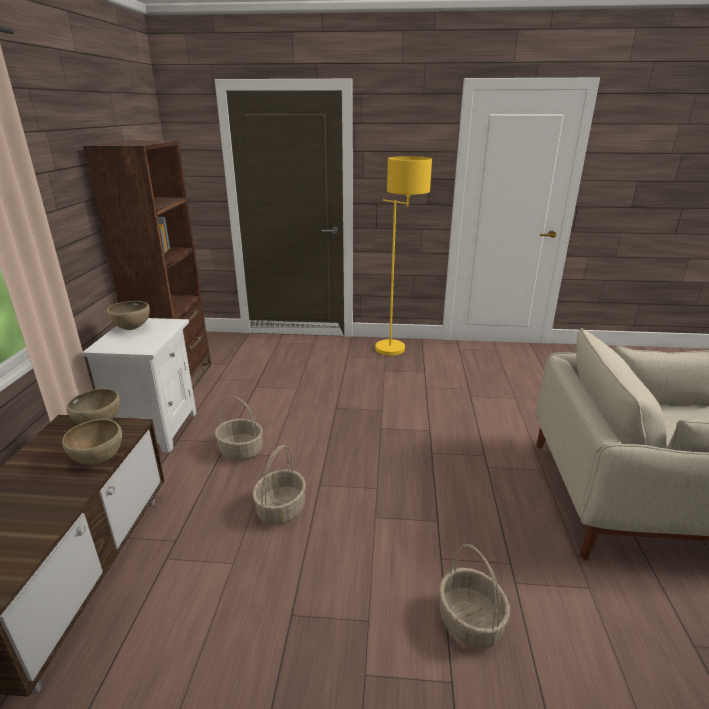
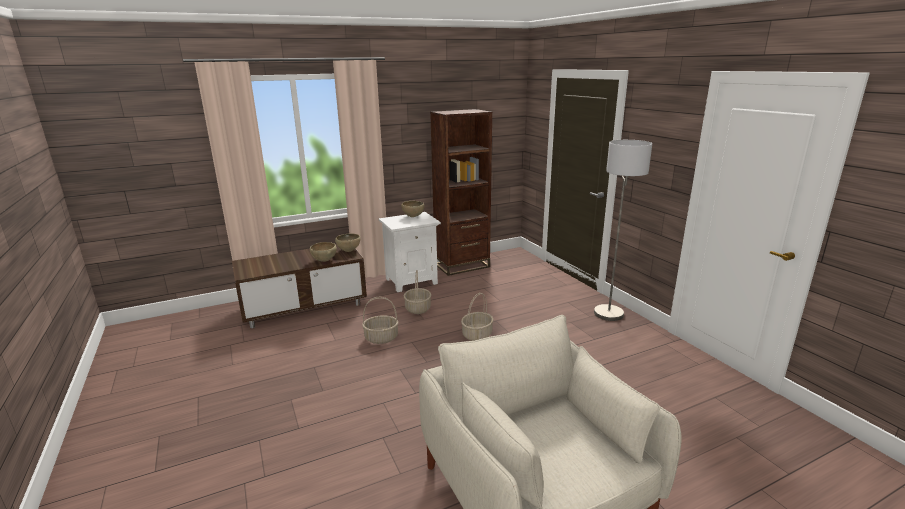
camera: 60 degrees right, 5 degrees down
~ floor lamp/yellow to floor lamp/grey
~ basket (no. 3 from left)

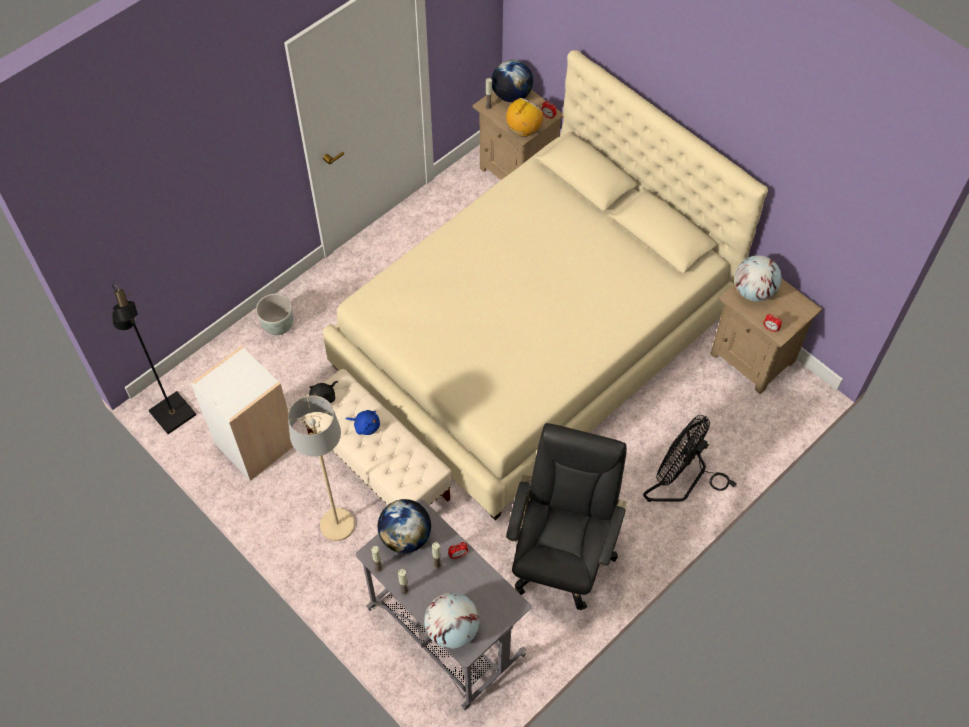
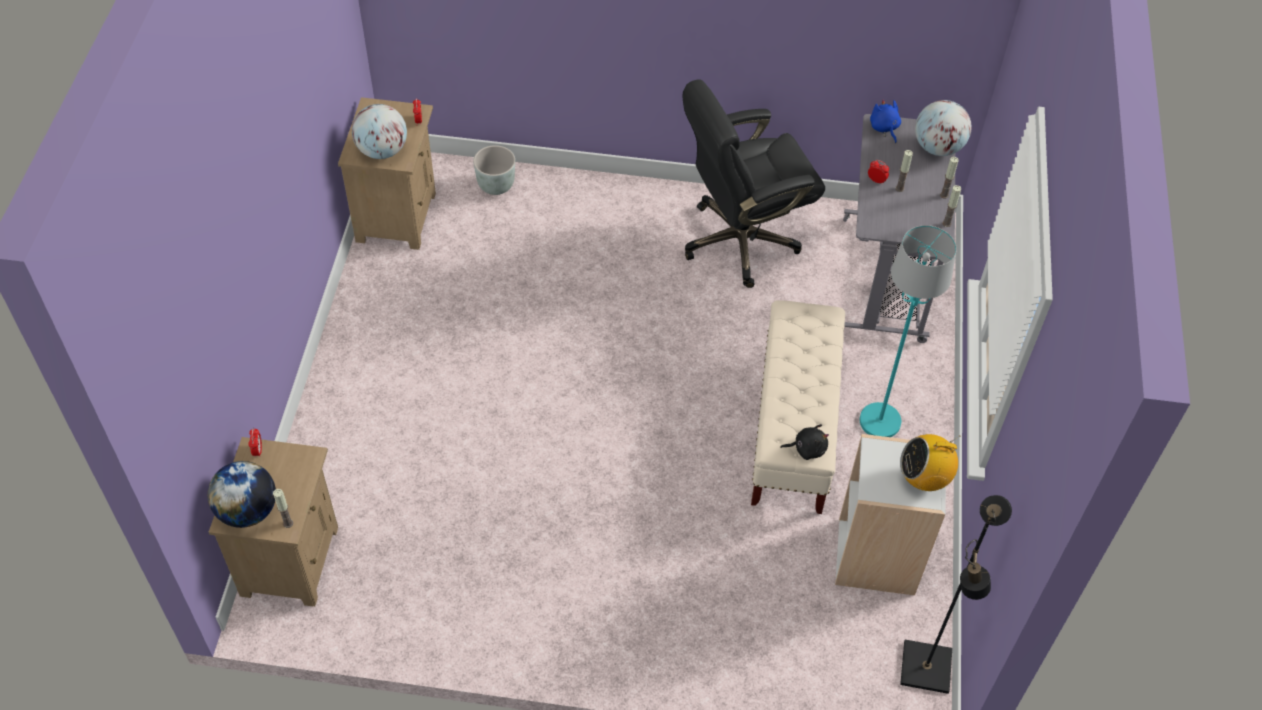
camera: 130 degrees left, 5 degrees down
- bed/beige
~ radio
~ planter/grey
~ floor lamp/beige to floor lamp/turquoise
~ plush toy/blue
- fan/black
- globe (no. 1 from left)

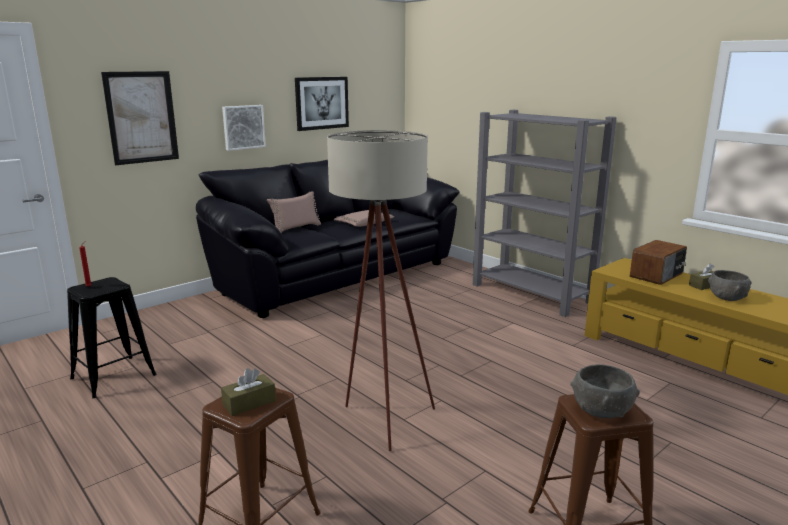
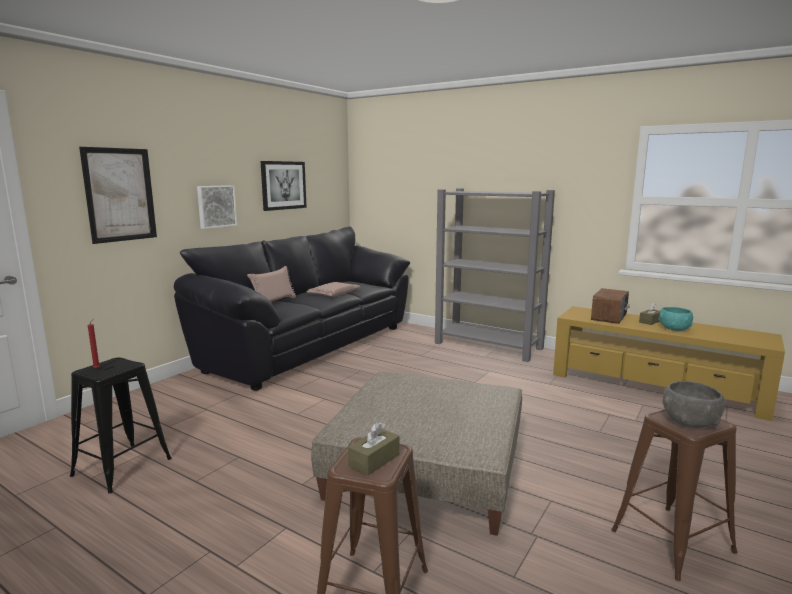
camera: 15 degrees left, 5 degrees down
~ floor lamp/beige to ottoman/beige
~ bowl/grey (no. 2 from left) to bowl/turquoise

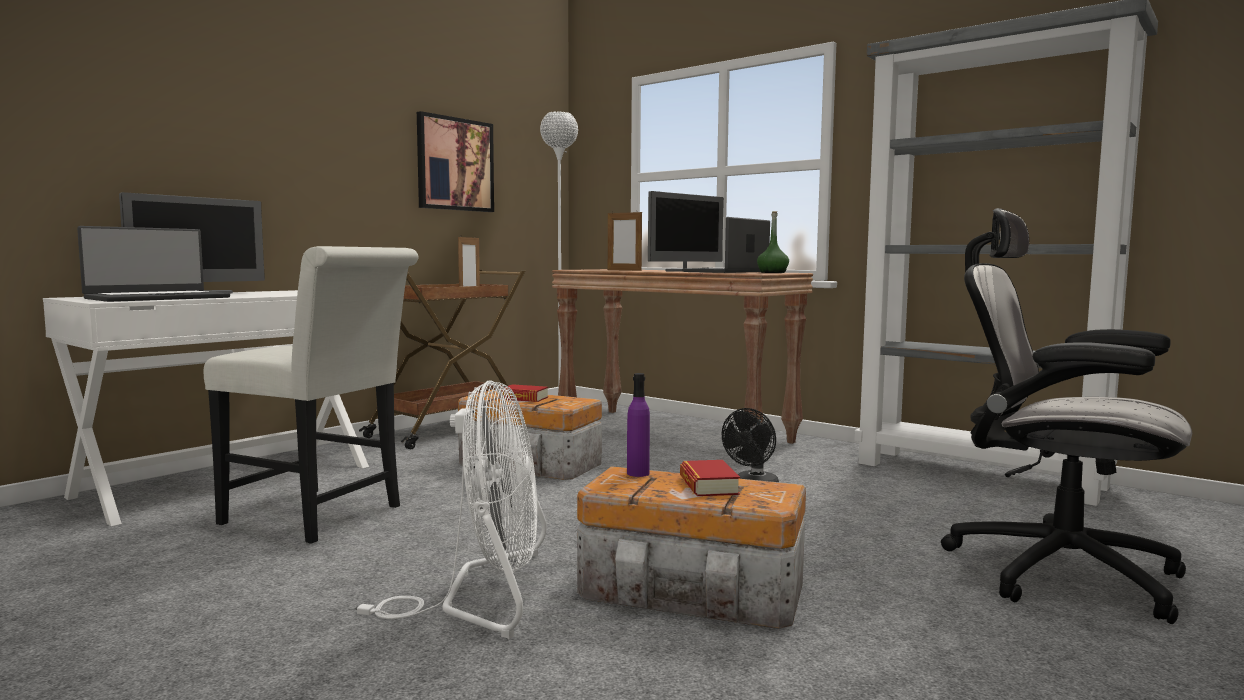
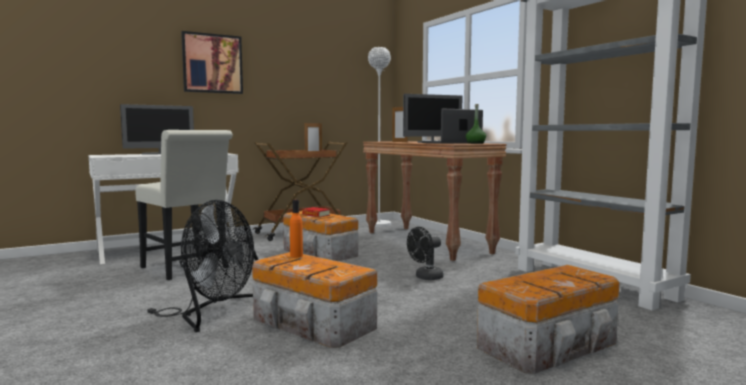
camera: 20 degrees right, 0 degrees up
~ picture
~ office chair to storage box (no. 3 from left)
- laptop (no. 1 from left)
~ bottle/purple to bottle/orange
~ fan/white to fan/black (no. 1 from left)
- book (no. 2 from left)

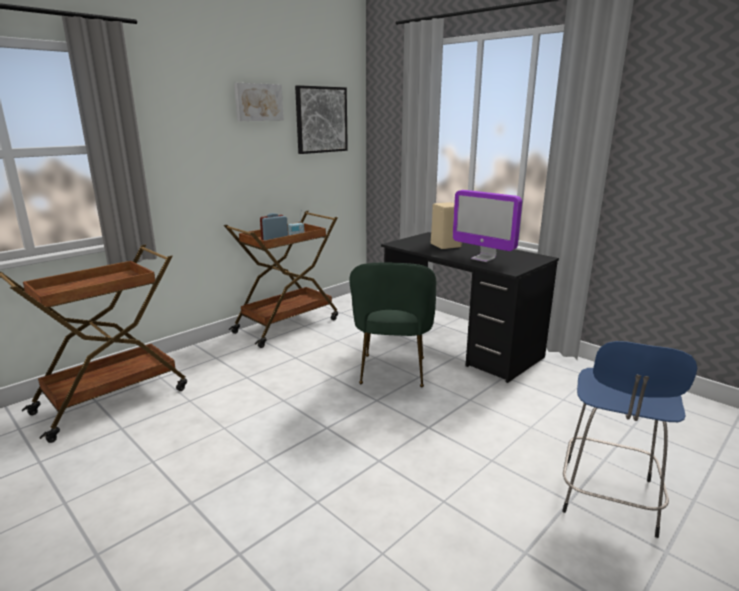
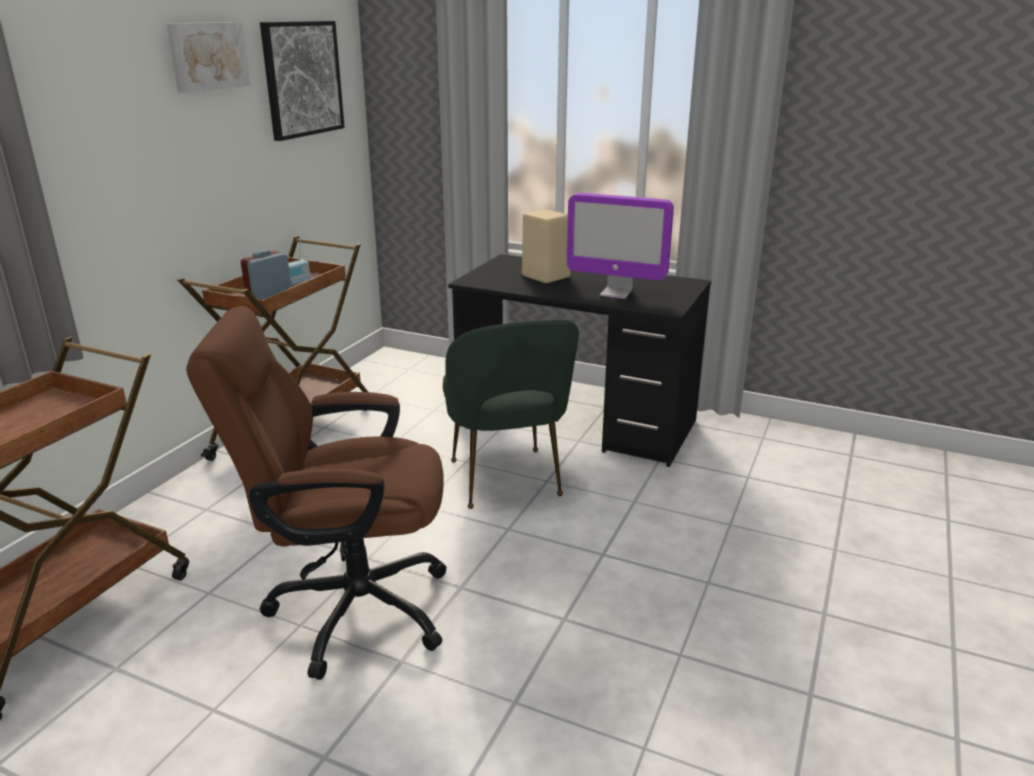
camera: 20 degrees left, 5 degrees up
- stool/blue
+ office chair/brown

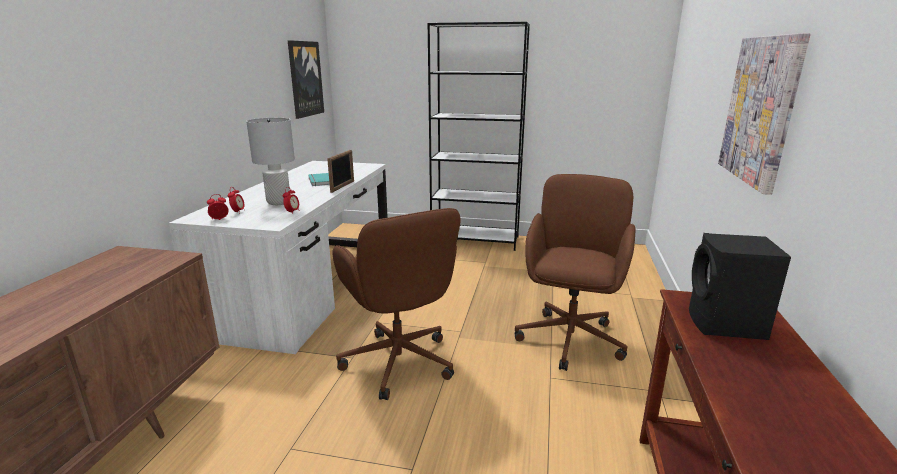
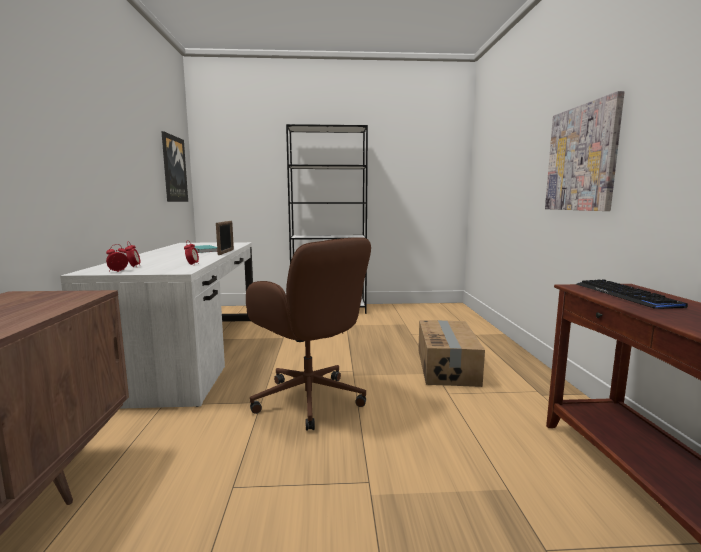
camera: 15 degrees left, 10 degrees down
- table lamp/grey
~ office chair/brown (no. 2 from left) to cardboard box
~ speaker/black to keyboard

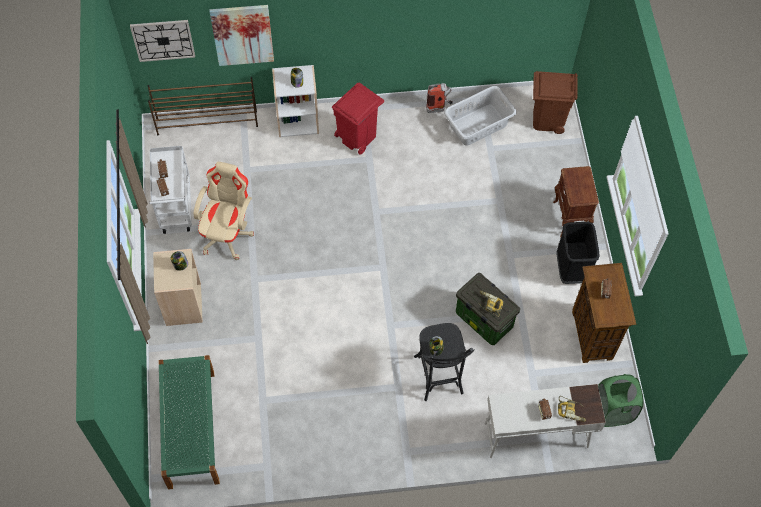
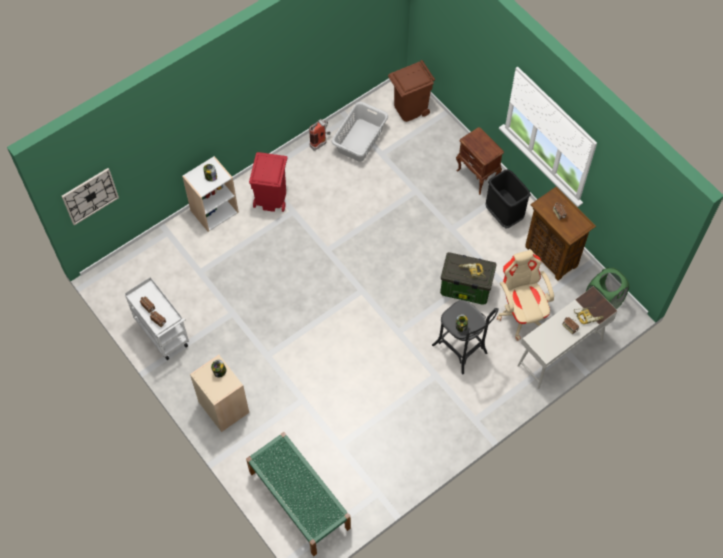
camera: 30 degrees left, 0 degrees up
- picture
- shoe rack/brown
~ office chair/beige

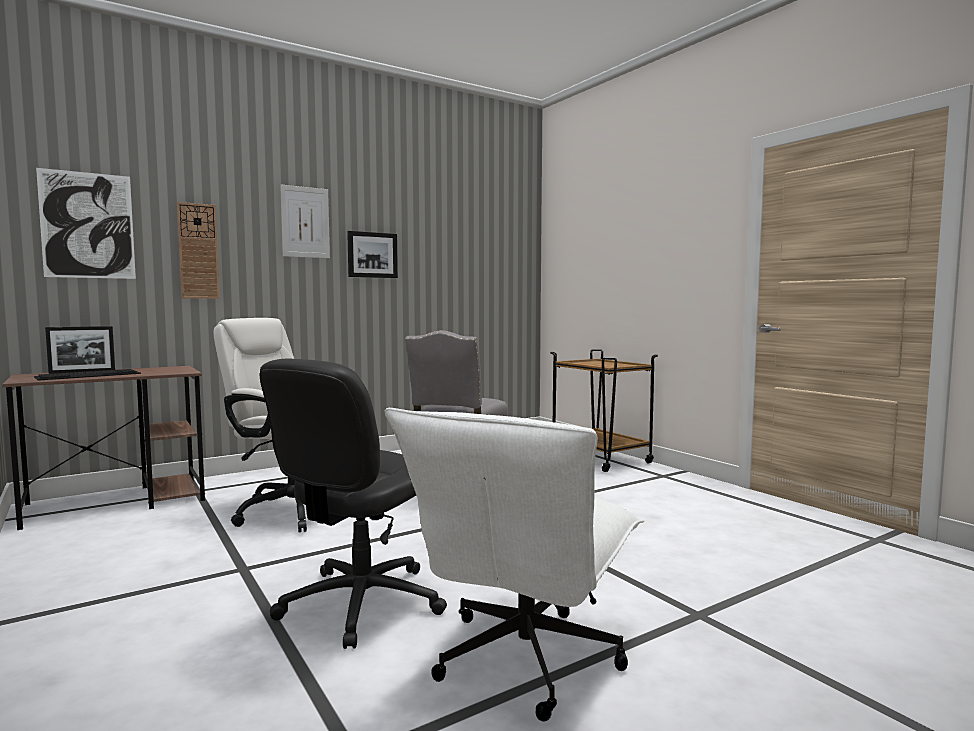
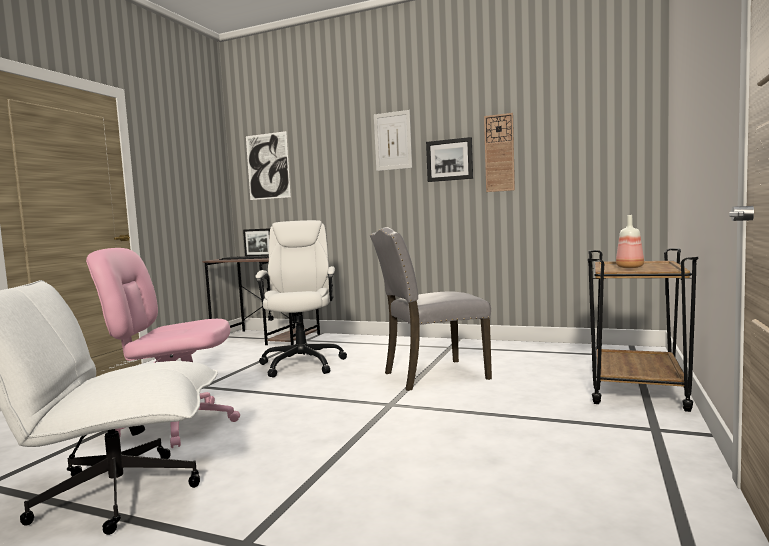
camera: 55 degrees right, 0 degrees up
~ wall clock
~ office chair/black to office chair/pink
+ bottle

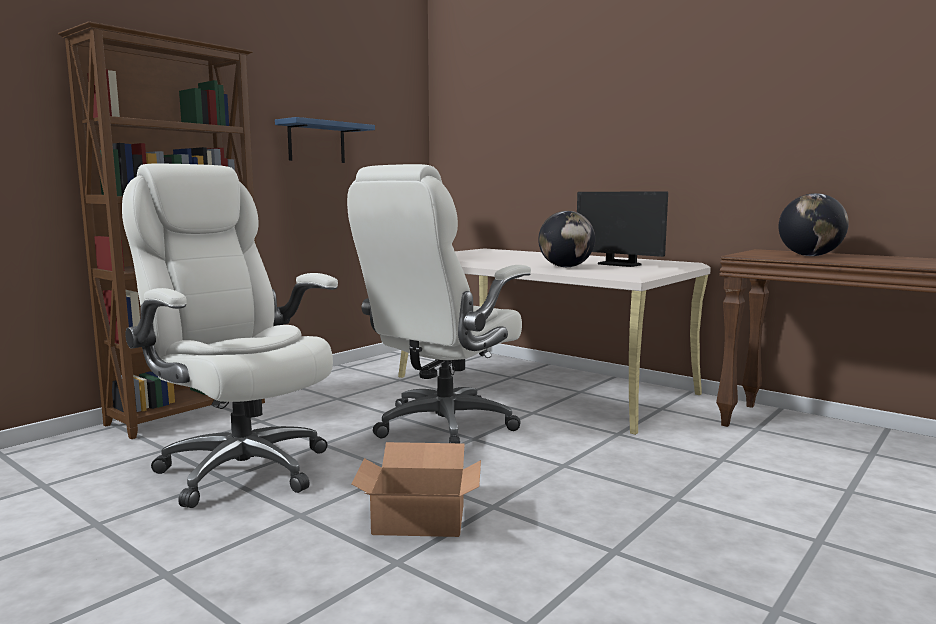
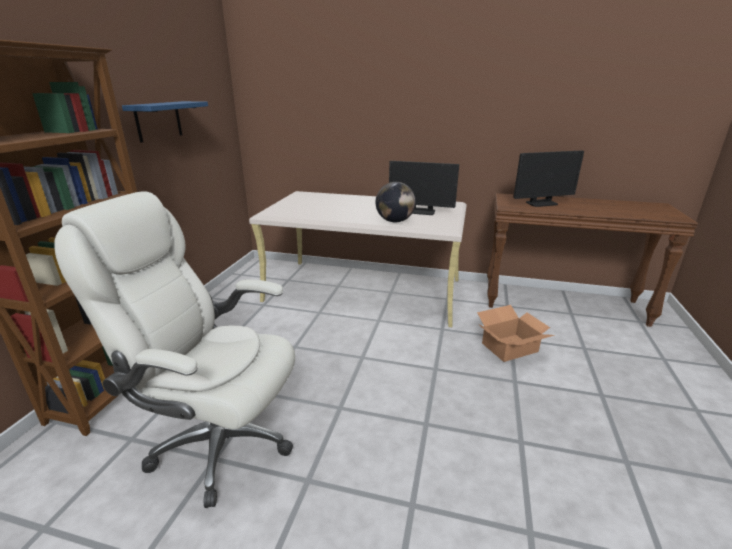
camera: 25 degrees left, 15 degrees up
- office chair/white (no. 2 from left)
~ globe (no. 2 from left) to monitor (no. 2 from left)
~ cardboard box

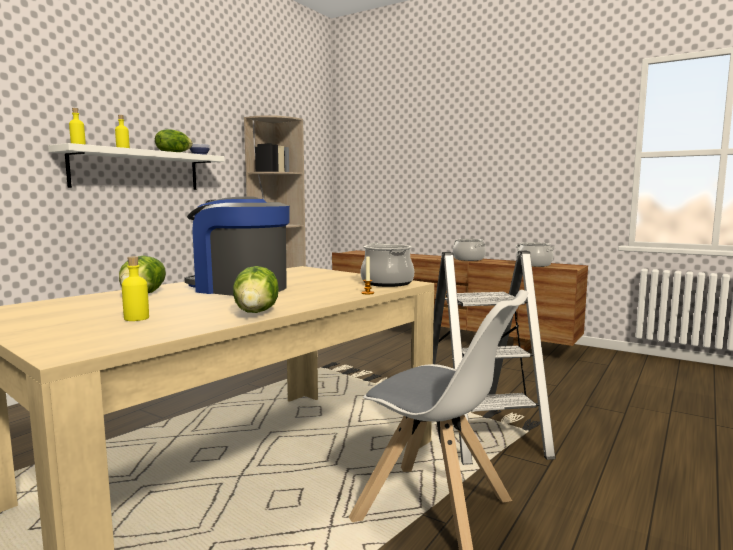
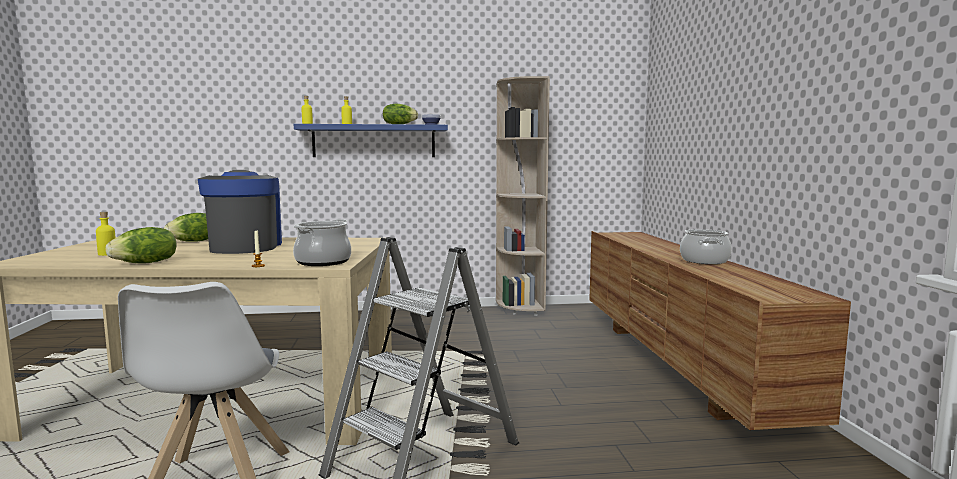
camera: 50 degrees right, 0 degrees up
~ shelf/white to shelf/blue
- cooking pot (no. 3 from left)

